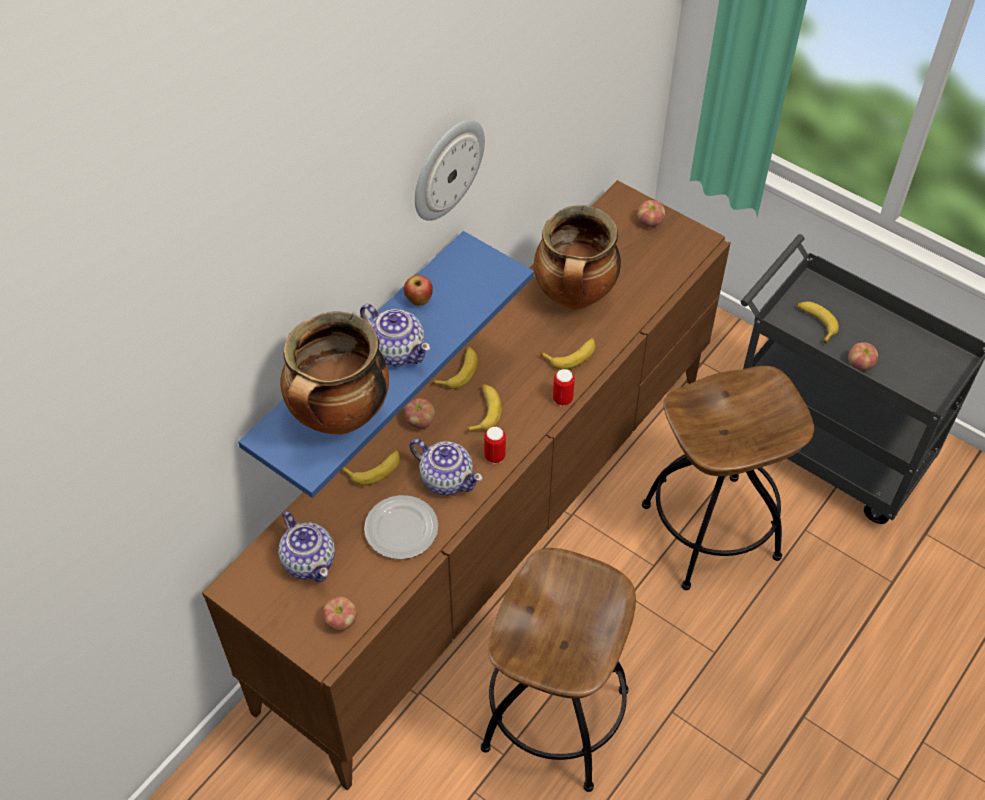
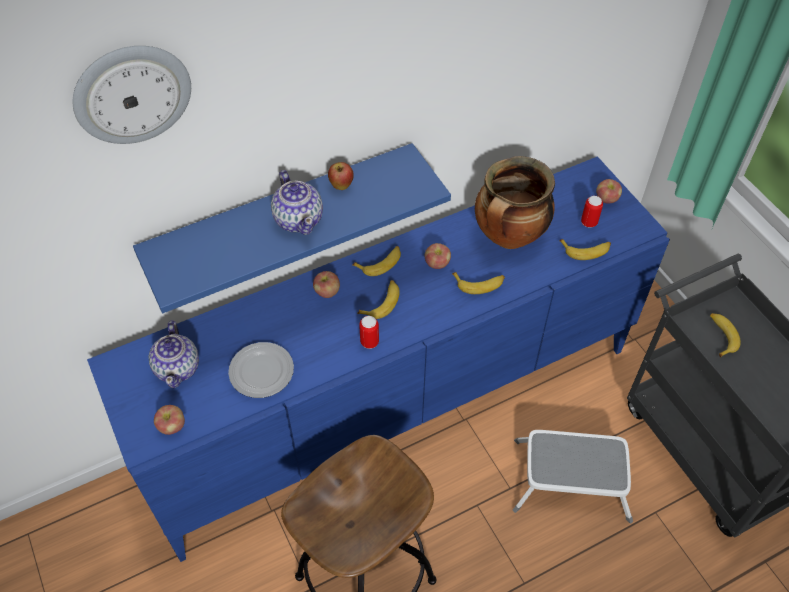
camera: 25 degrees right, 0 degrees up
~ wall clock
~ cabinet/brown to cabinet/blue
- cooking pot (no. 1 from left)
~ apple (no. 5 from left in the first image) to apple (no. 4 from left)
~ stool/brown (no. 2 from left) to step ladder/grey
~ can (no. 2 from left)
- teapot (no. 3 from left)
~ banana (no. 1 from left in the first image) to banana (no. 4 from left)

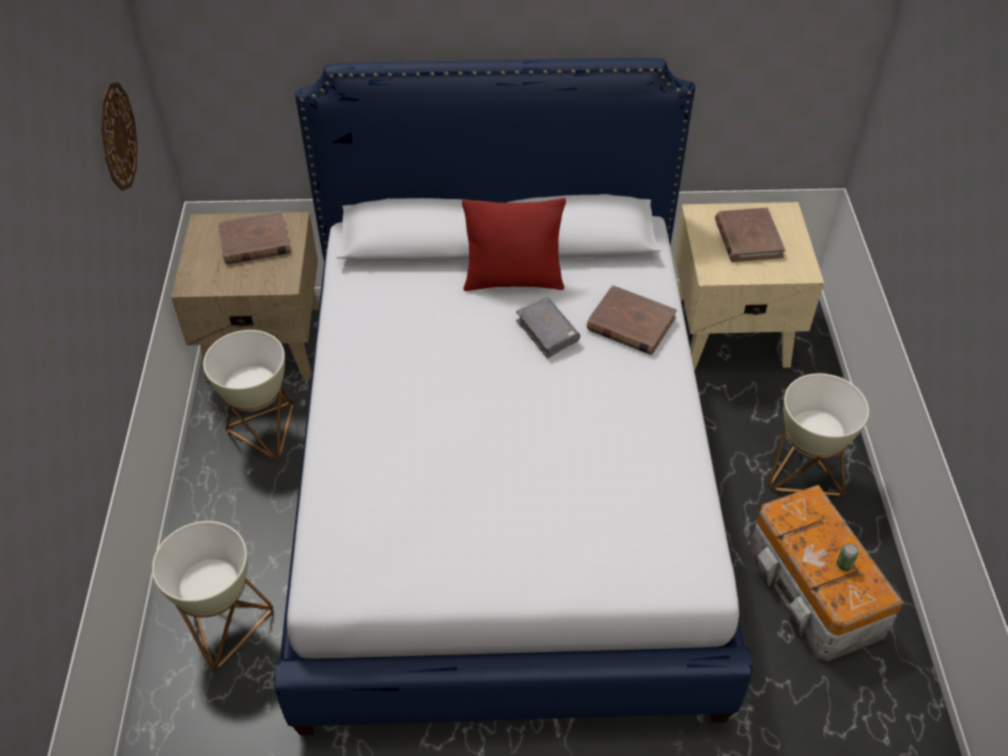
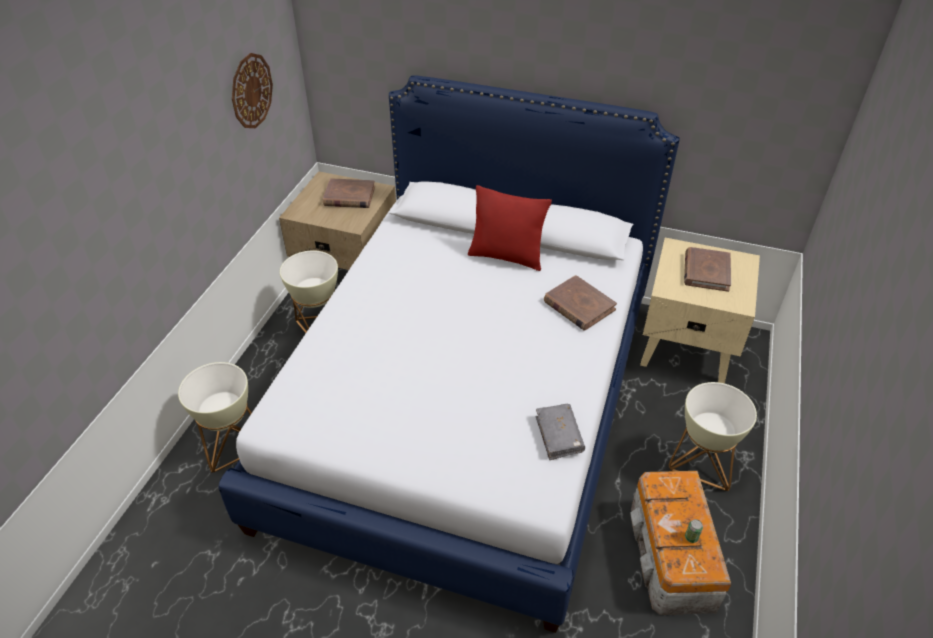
camera: 20 degrees right, 5 degrees down
~ book/grey

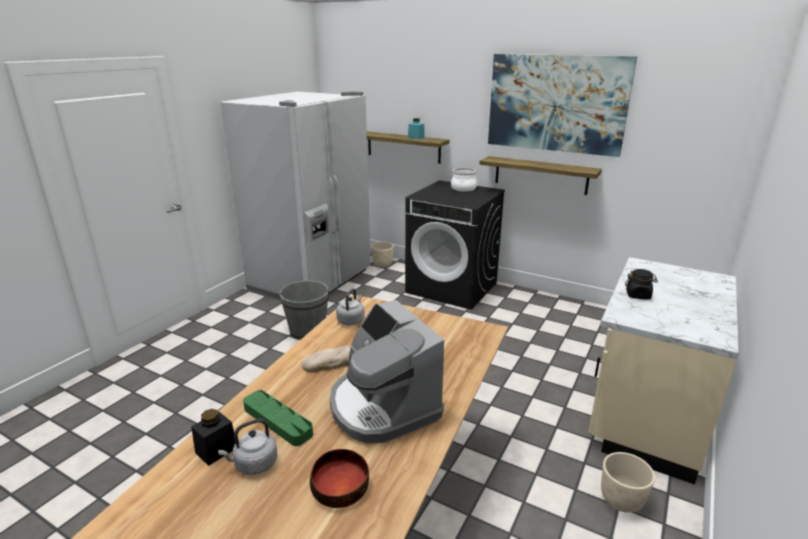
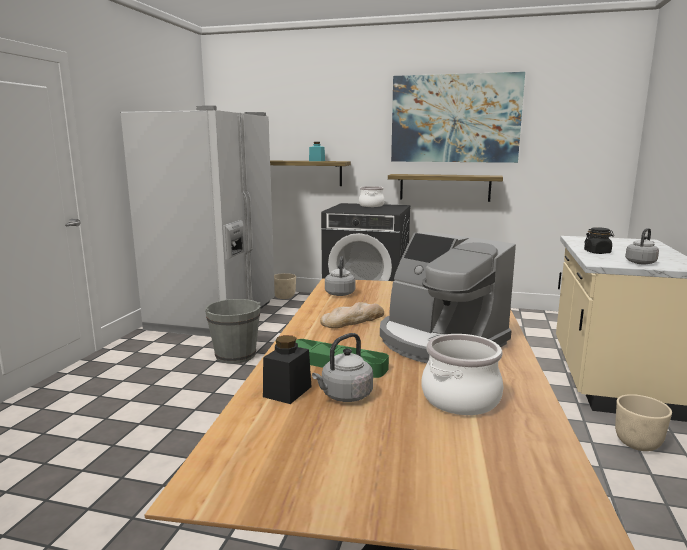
camera: 15 degrees left, 10 degrees down
~ bowl to cooking pot (no. 2 from left)
+ kettle/grey (no. 3 from left)

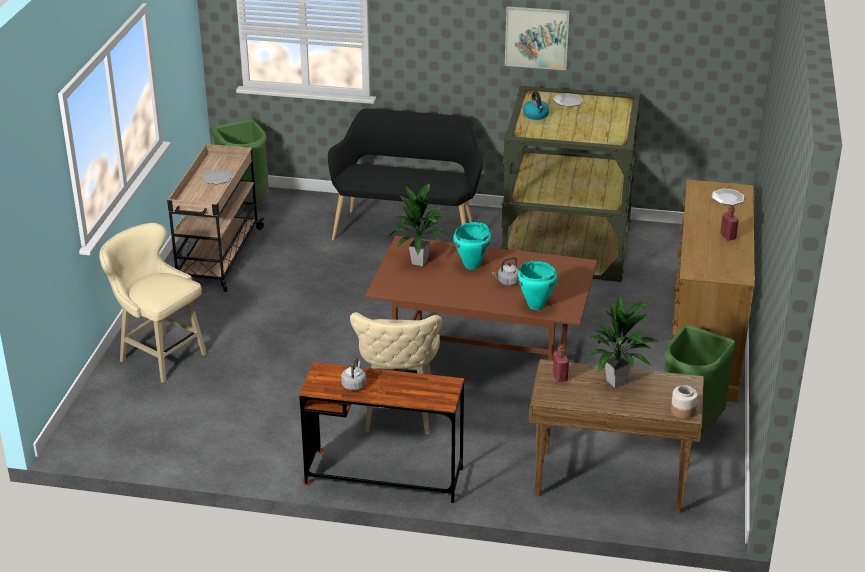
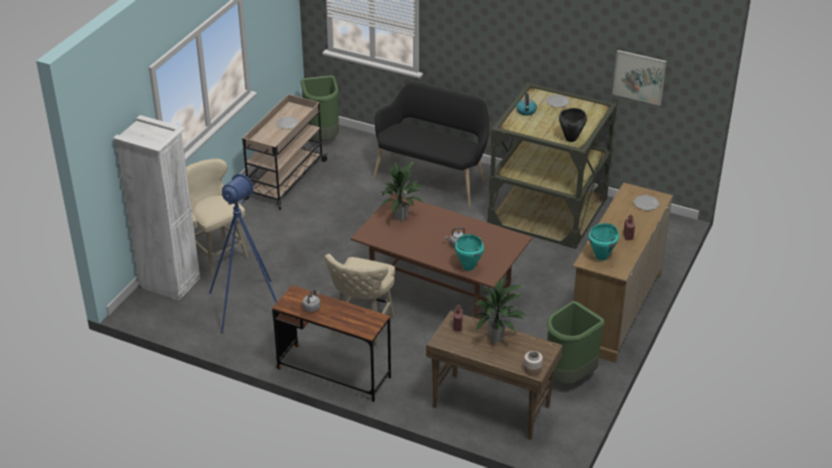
camera: 15 degrees right, 5 degrees up
~ picture
~ cooking pot/turquoise (no. 1 from left in the first image) to cooking pot/turquoise (no. 2 from left)
+ cooking pot/black
+ cabinet/white
+ floor lamp/blue

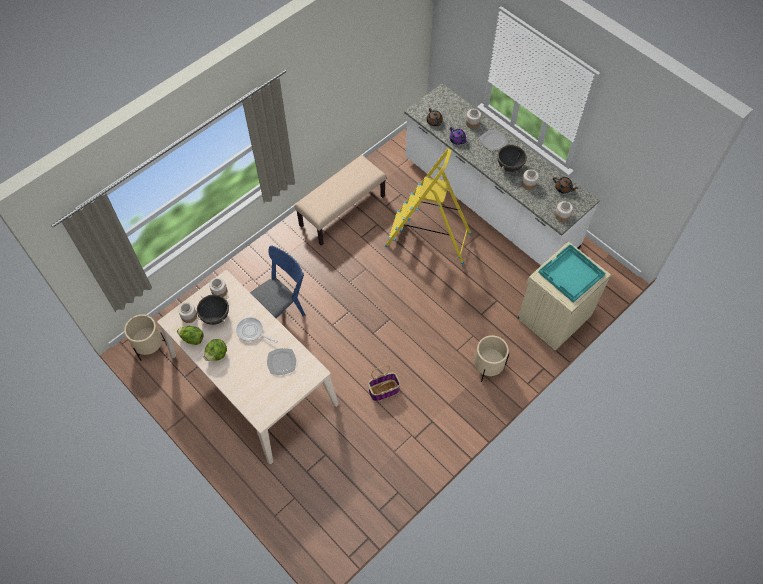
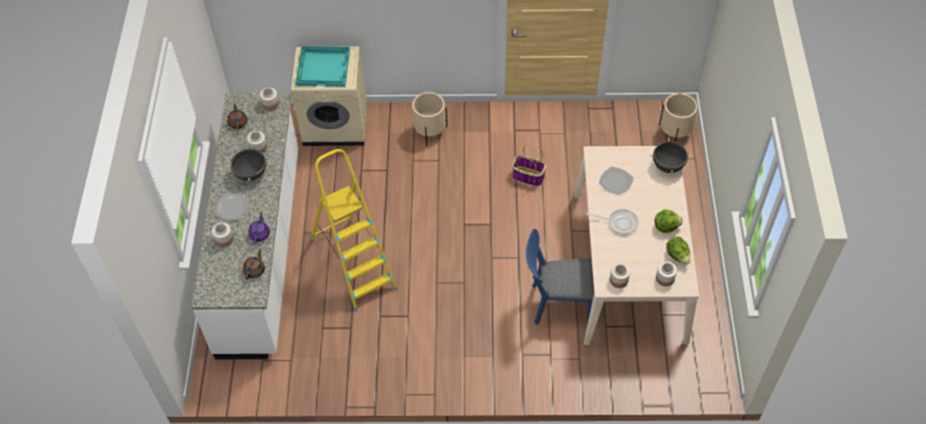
camera: 135 degrees left, 5 degrees down
- bench/beige
~ cooking pot/black (no. 1 from left in the first image) to cooking pot/black (no. 2 from left)
~ planter/beige (no. 1 from left in the first image) to planter/beige (no. 2 from left)
~ frying pan 60 degrees counterclockwise

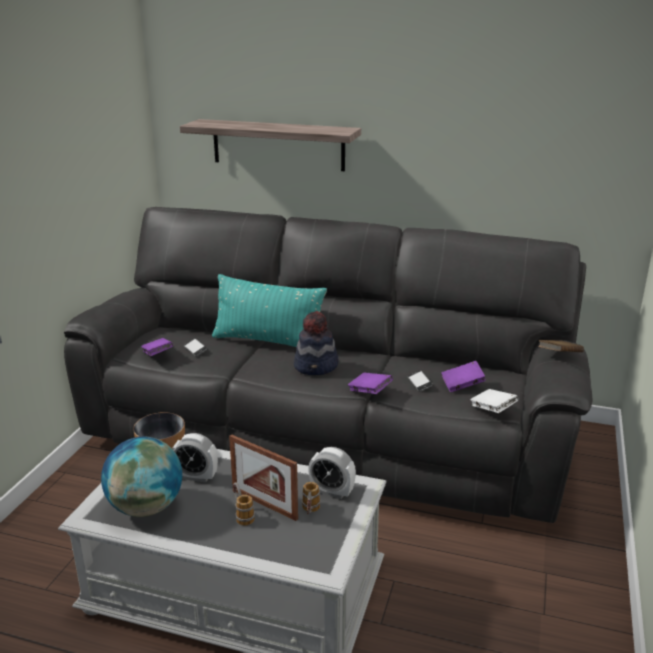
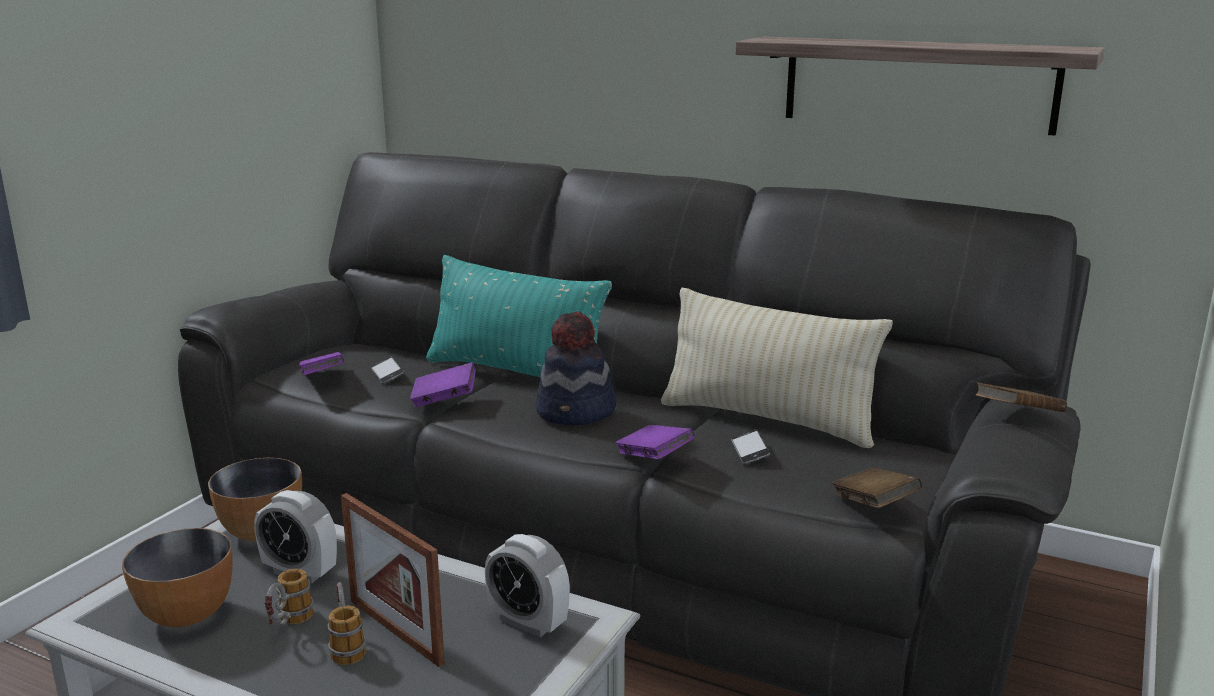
camera: 10 degrees right, 5 degrees down
~ shelf
~ book/purple (no. 3 from left in the first image) to book/purple (no. 2 from left)
~ book/white to book/brown (no. 1 from left)
~ globe to bowl (no. 1 from left)
~ mug (no. 2 from left in the first image) to mug (no. 1 from left)
+ pillow/beige

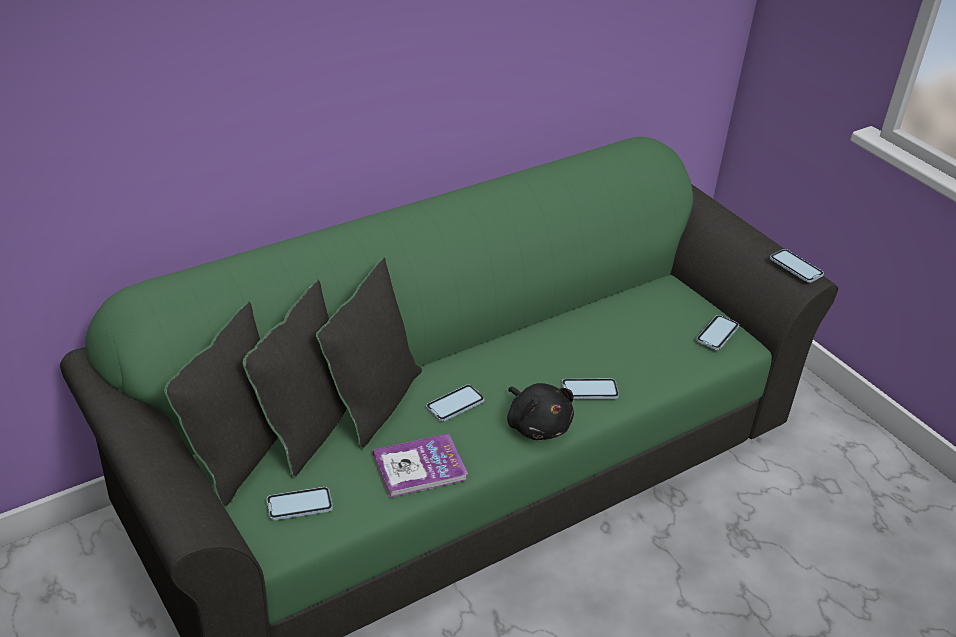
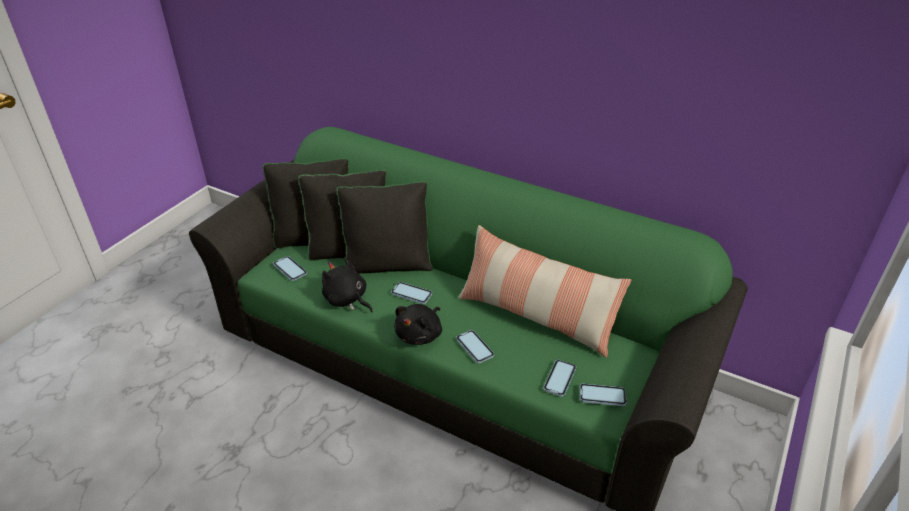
camera: 65 degrees right, 0 degrees up
~ phone (no. 5 from left in the first image) to phone (no. 4 from left)
~ book to plush toy/black (no. 1 from left)
+ pillow

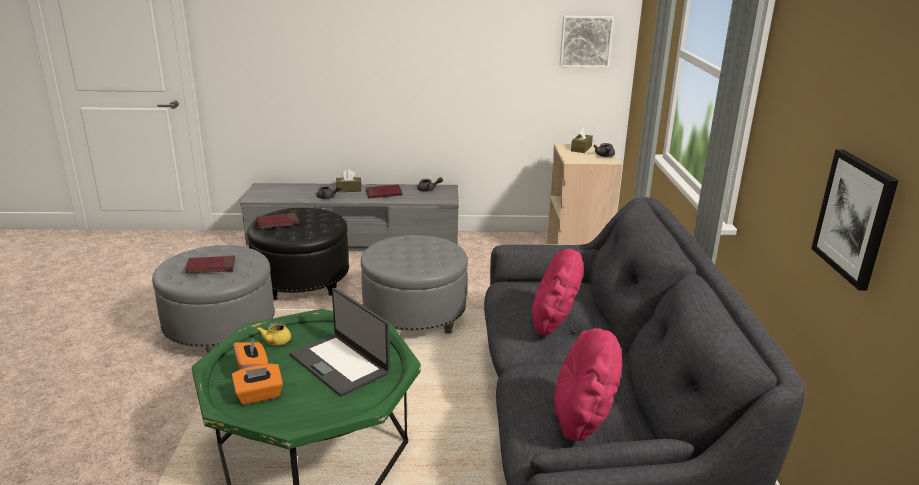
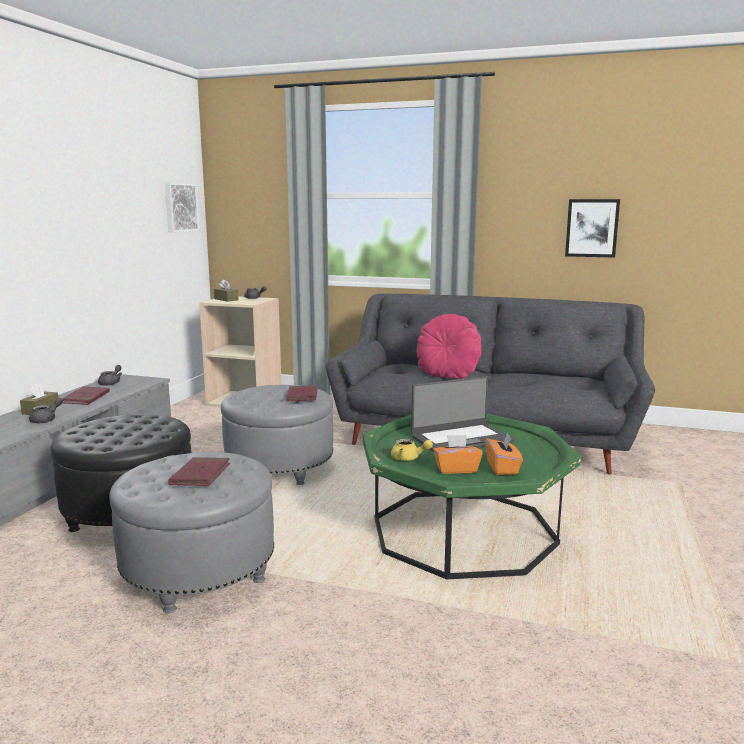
camera: 70 degrees left, 10 degrees down
~ book/red (no. 2 from left in the first image) to book/red (no. 3 from left)
- pillow/pink (no. 2 from left)

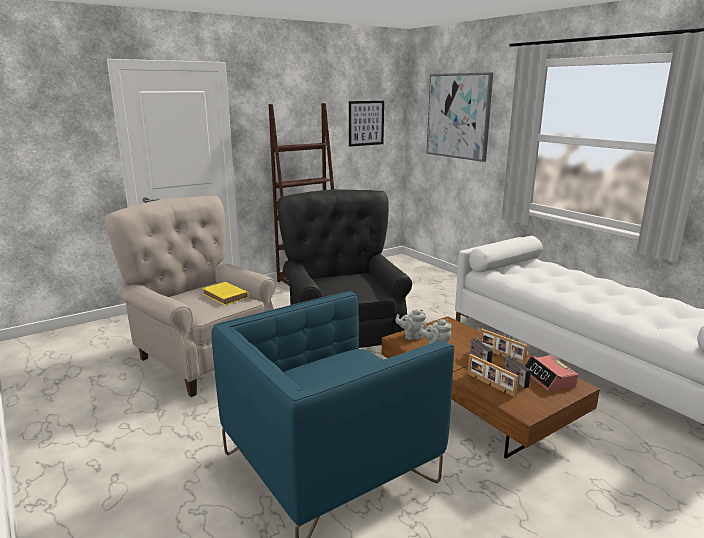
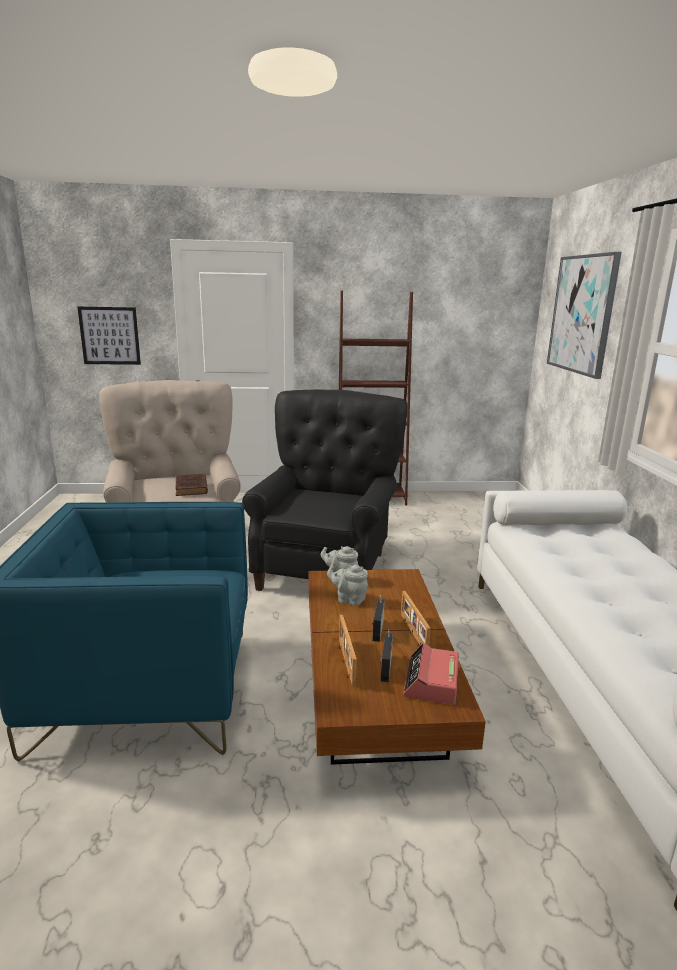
camera: 30 degrees right, 0 degrees up
~ picture (no. 1 from left)
~ book/yellow to book/brown

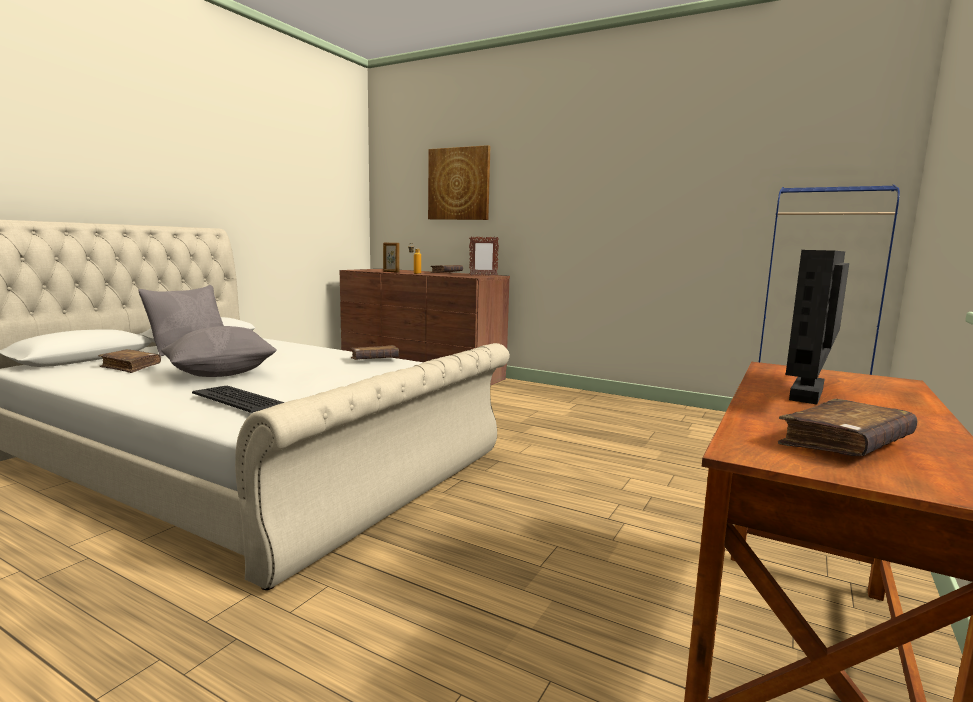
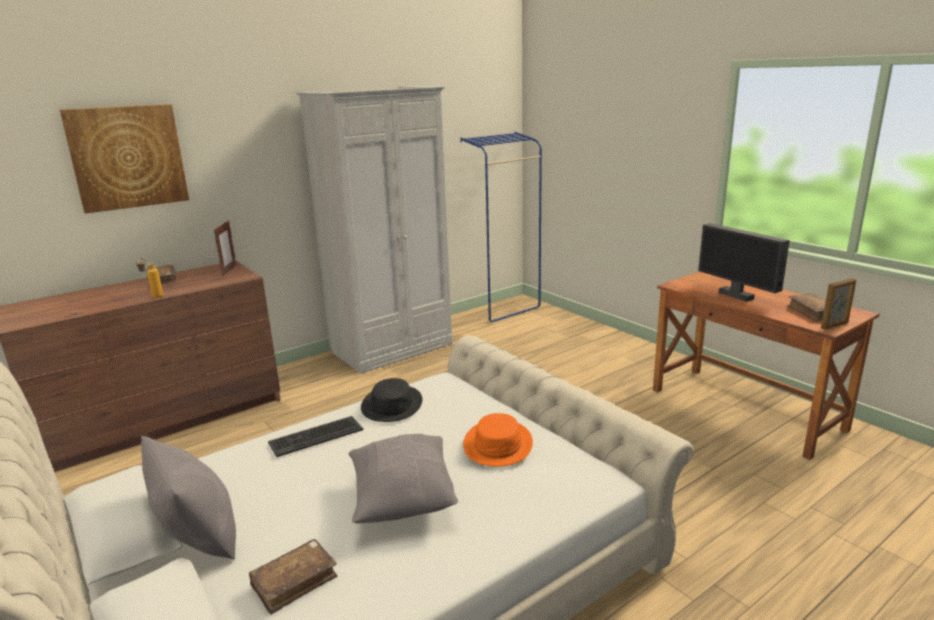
camera: 65 degrees left, 10 degrees up
~ picture frame (no. 1 from left in the first image) to picture frame (no. 2 from left)
~ book/brown (no. 2 from left) to hat/black
~ keyboard
+ wardrobe/white
+ hat/orange

